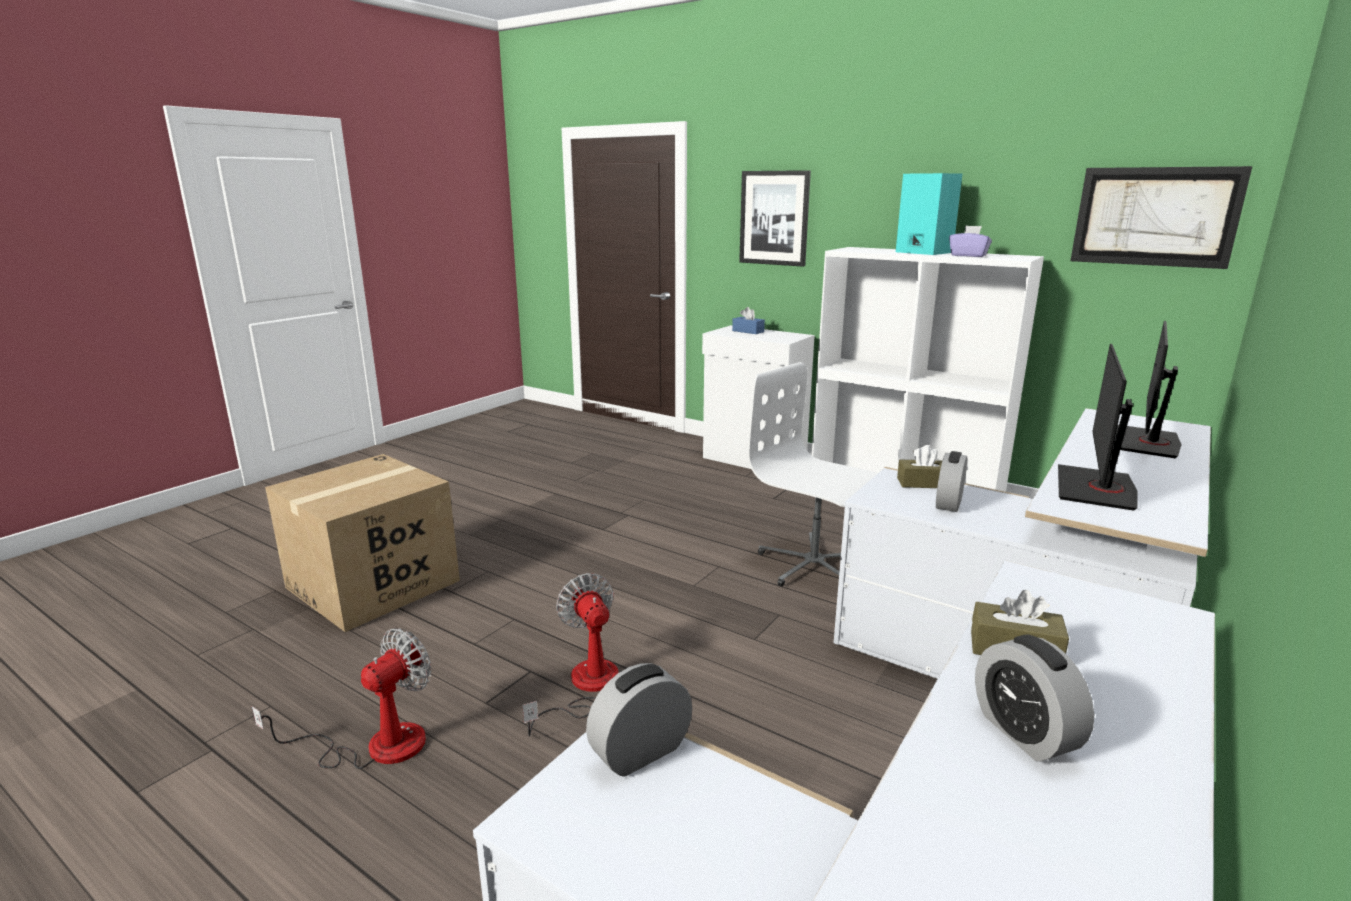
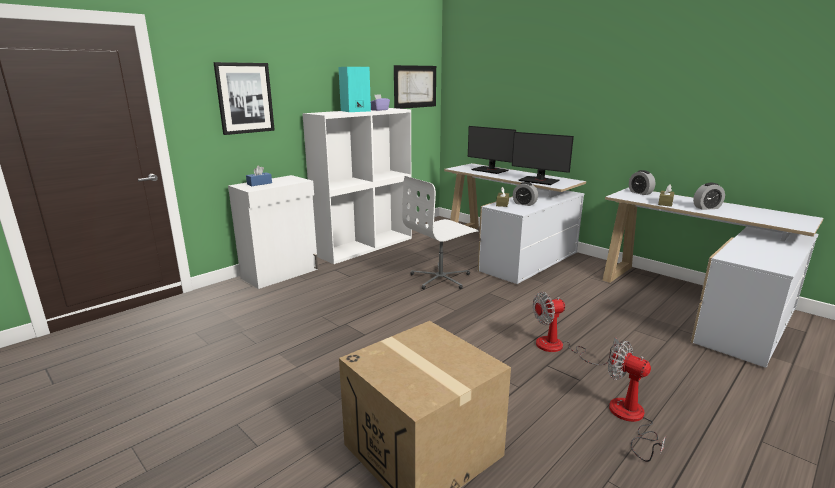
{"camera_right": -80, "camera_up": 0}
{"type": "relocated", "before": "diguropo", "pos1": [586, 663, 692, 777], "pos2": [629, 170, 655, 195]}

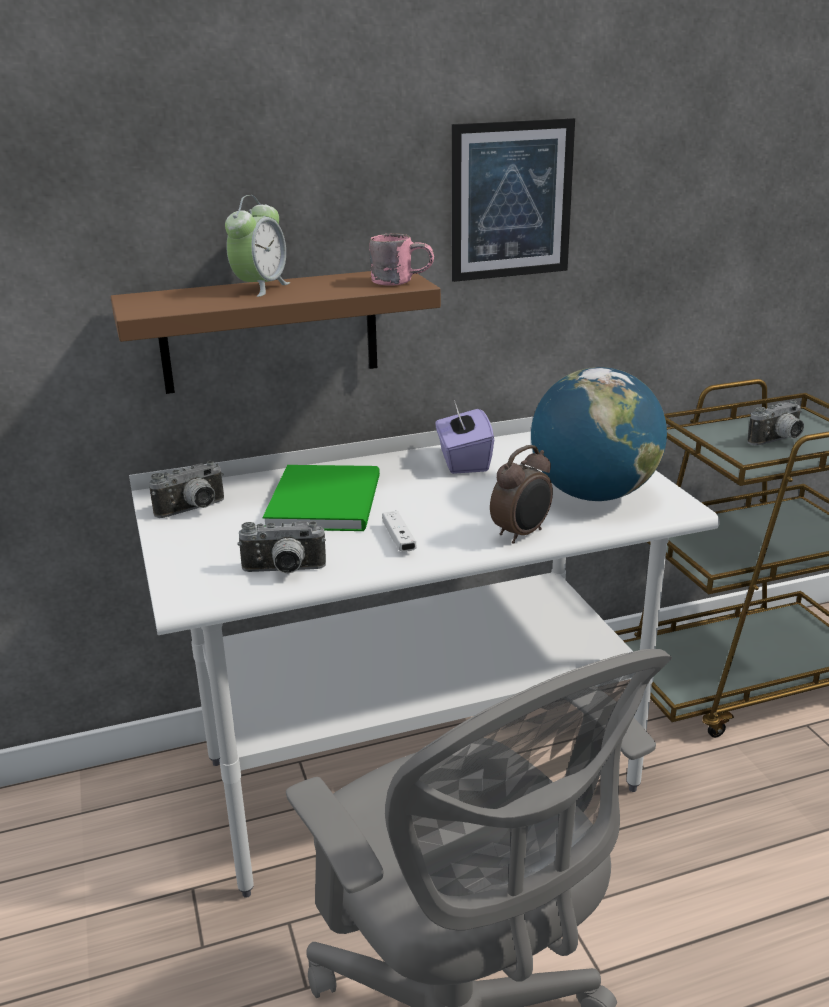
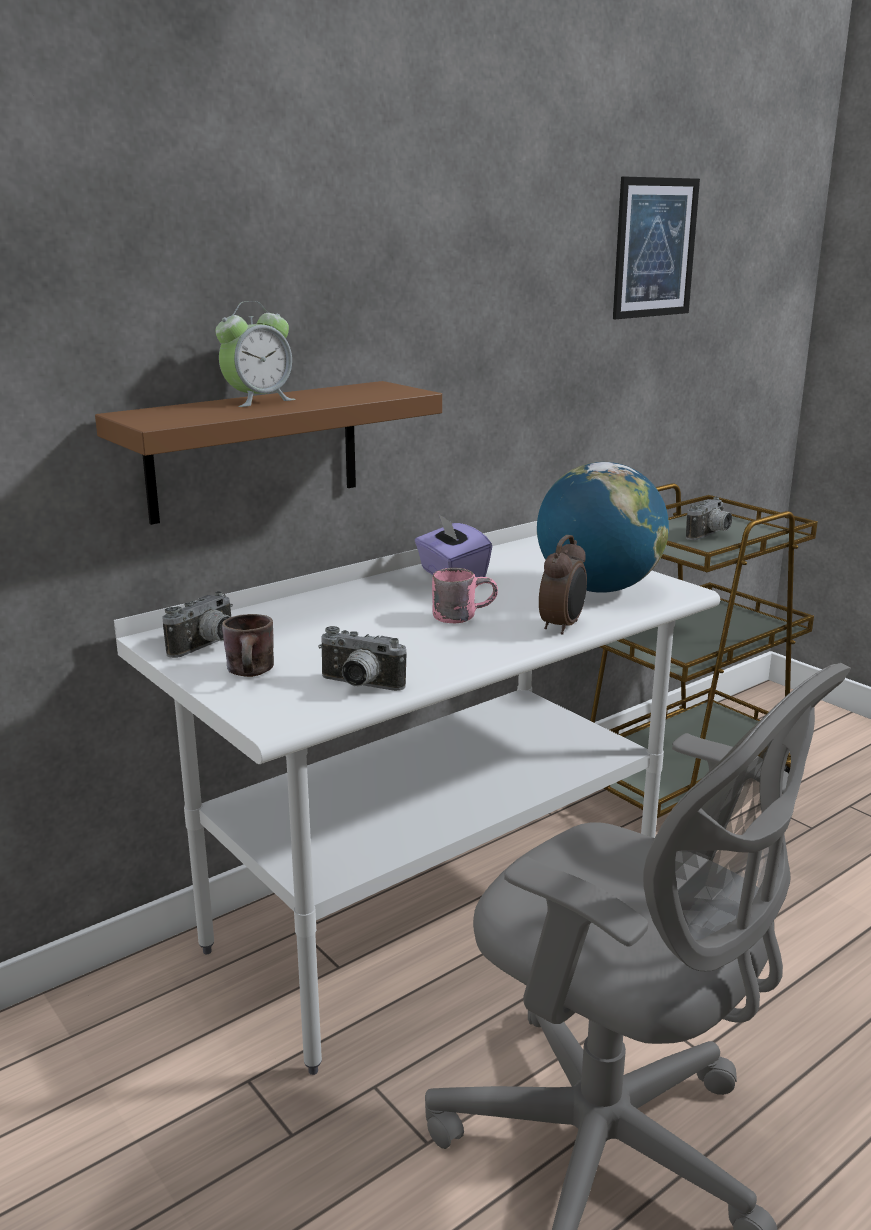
{"camera_right": -20, "camera_up": -5}
{"type": "spun", "before": "diguropo", "pos1": [225, 195, 290, 297], "pos2": [215, 301, 295, 407], "turn": 45}
{"type": "appeared", "after": "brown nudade", "pos2": [222, 614, 274, 677]}
{"type": "spun", "before": "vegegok", "pos1": [237, 521, 326, 574], "pos2": [319, 626, 407, 691], "turn": 45}
{"type": "relocated", "before": "pink nudade", "pos1": [369, 233, 434, 286], "pos2": [432, 568, 498, 624]}
{"type": "relocated", "before": "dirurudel", "pos1": [452, 118, 575, 282], "pos2": [613, 177, 700, 319]}
{"type": "missing", "before": "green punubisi", "pos1": [263, 465, 380, 531]}
{"type": "missing", "before": "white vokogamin", "pos1": [382, 511, 417, 552]}

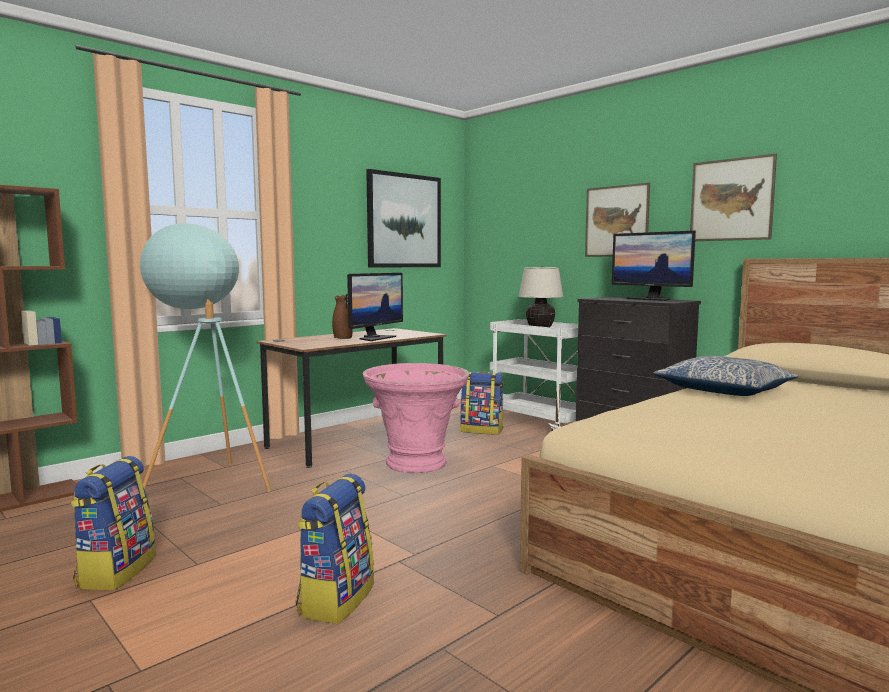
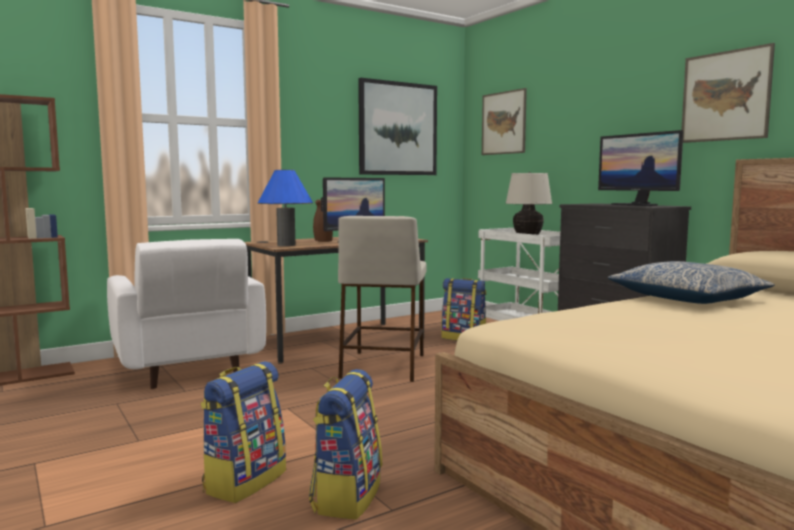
{"camera_right": 10, "camera_up": 0}
{"type": "exchanged", "before": "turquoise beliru", "after": "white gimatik", "pos1": [140, 224, 271, 492], "pos2": [107, 239, 266, 389]}
{"type": "appeared", "after": "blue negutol", "pos2": [258, 170, 313, 246]}
{"type": "relocated", "before": "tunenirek", "pos1": [71, 456, 156, 590], "pos2": [309, 369, 382, 520]}
{"type": "exchanged", "before": "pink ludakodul", "after": "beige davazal", "pos1": [363, 363, 470, 473], "pos2": [338, 216, 427, 382]}
{"type": "relocated", "before": "dirurudel", "pos1": [585, 183, 650, 257], "pos2": [482, 88, 527, 155]}

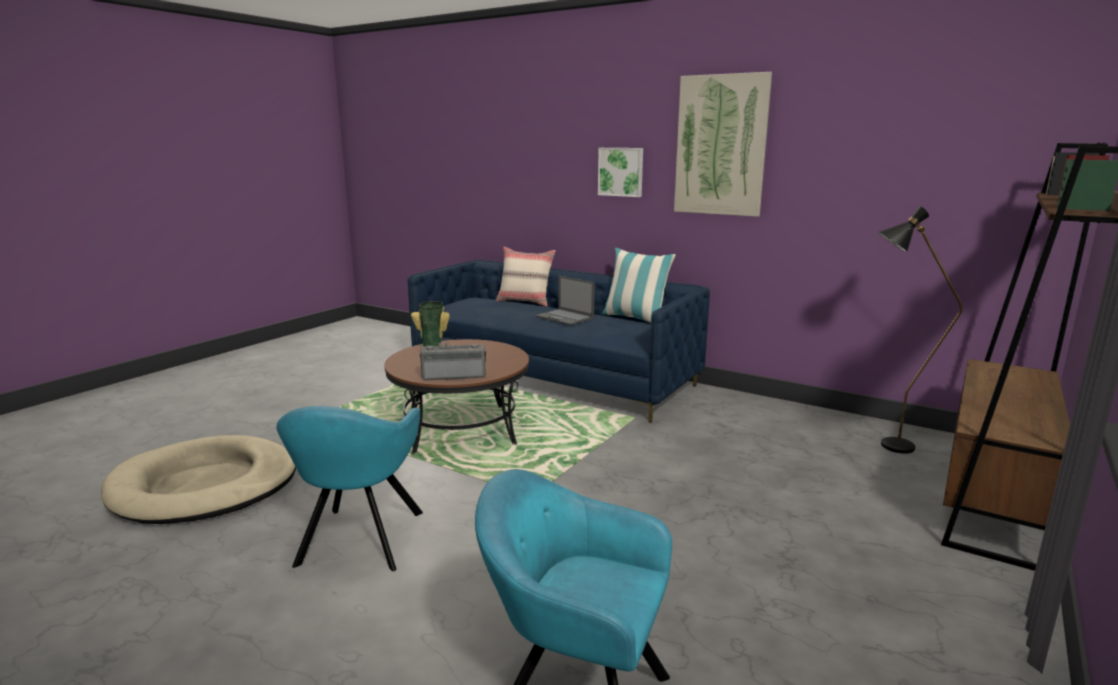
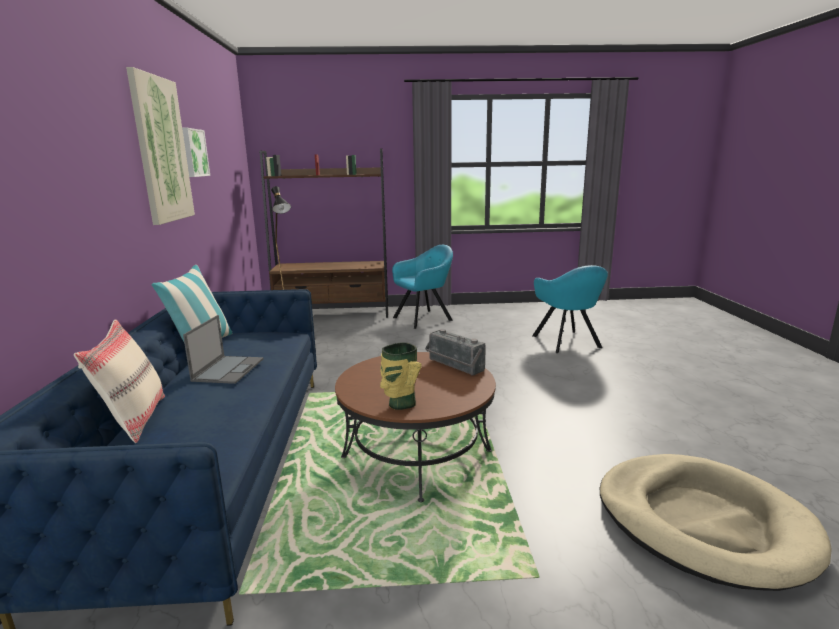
{"camera_right": -125, "camera_up": 0}
{"type": "relocated", "before": "dirurudel", "pos1": [598, 148, 643, 197], "pos2": [182, 128, 210, 177]}
{"type": "relocated", "before": "turquoise gimatik", "pos1": [276, 406, 423, 571], "pos2": [392, 245, 453, 329]}

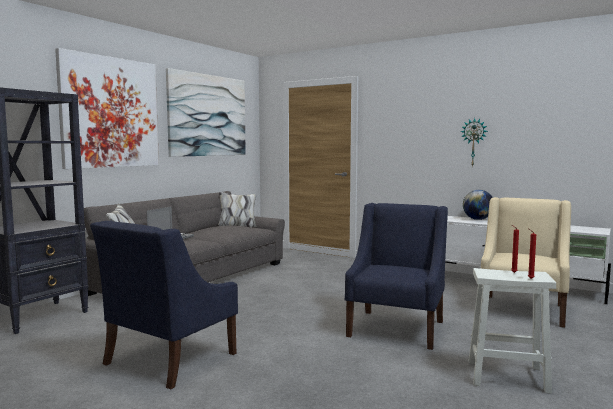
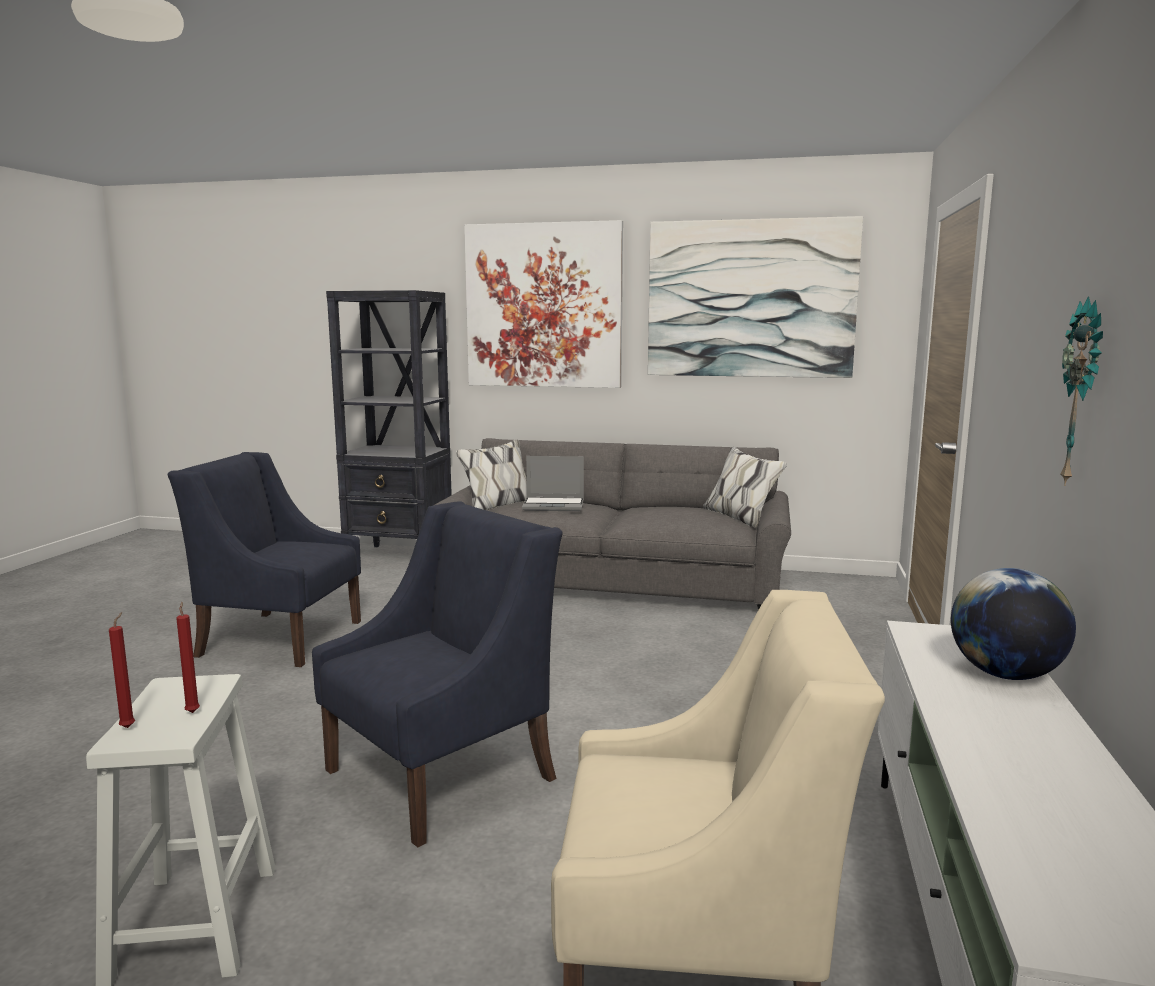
{"camera_right": 70, "camera_up": 5}
{"type": "spun", "before": "blue gimatik", "pos1": [345, 203, 448, 350], "pos2": [312, 501, 562, 848], "turn": -45}

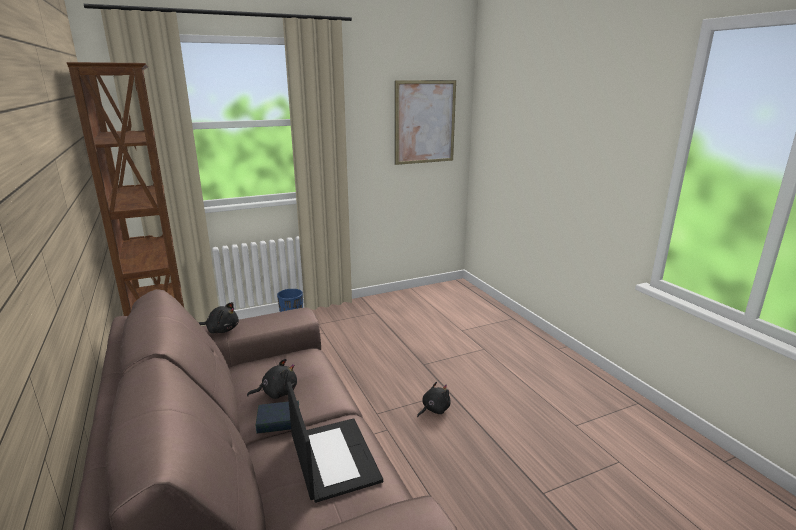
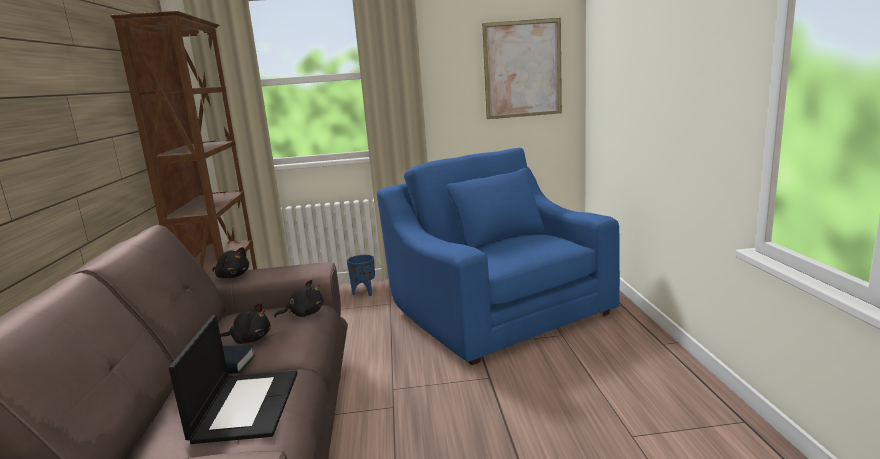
{"camera_right": 20, "camera_up": -5}
{"type": "relocated", "before": "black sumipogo", "pos1": [417, 382, 450, 417], "pos2": [274, 280, 323, 318]}
{"type": "appeared", "after": "blue gimatik", "pos2": [377, 148, 620, 365]}

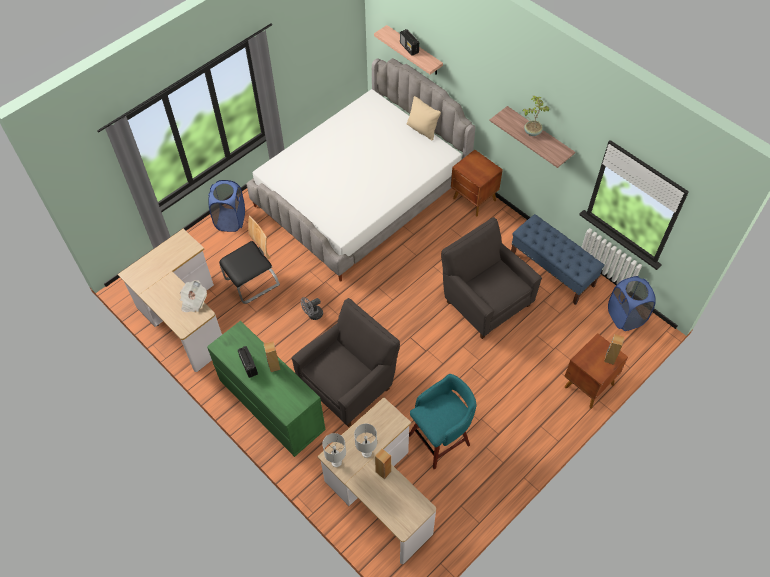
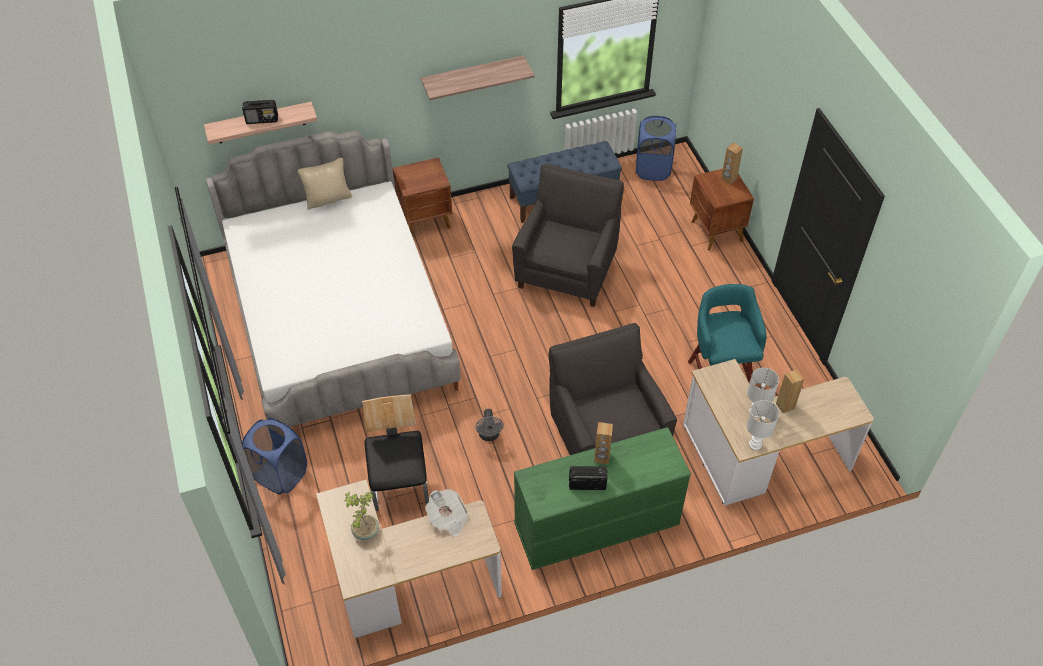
{"camera_right": -65, "camera_up": -5}
{"type": "relocated", "before": "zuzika", "pos1": [522, 96, 549, 136], "pos2": [344, 492, 379, 540]}
{"type": "spun", "before": "grey gimatik", "pos1": [441, 217, 542, 339], "pos2": [512, 163, 624, 307], "turn": 120}

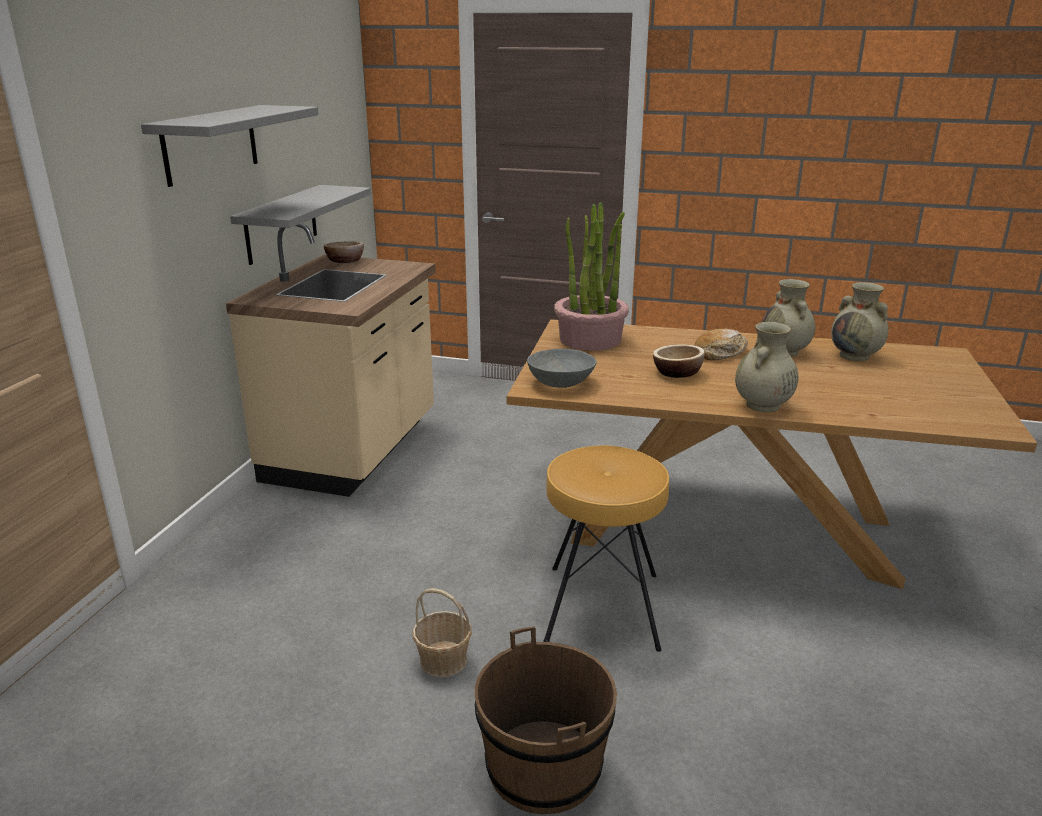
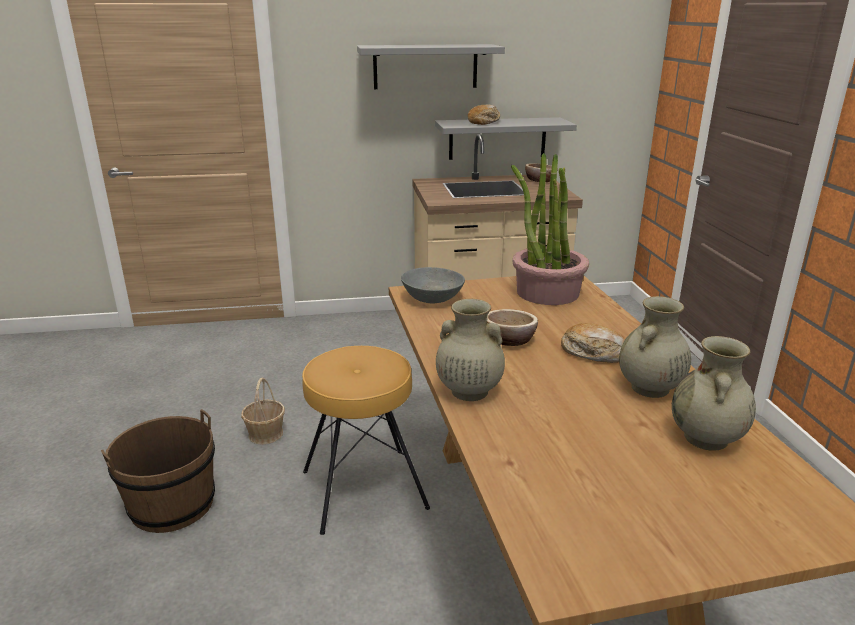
{"camera_right": 65, "camera_up": 0}
{"type": "appeared", "after": "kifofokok", "pos2": [468, 105, 500, 125]}

